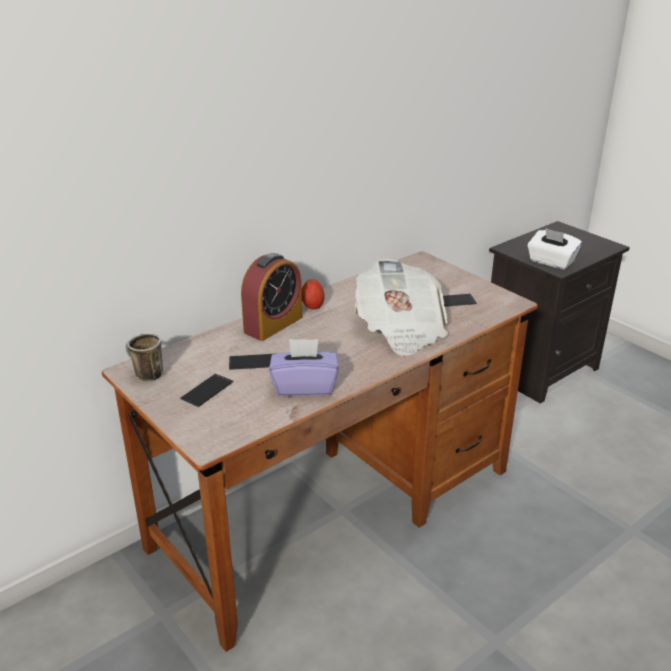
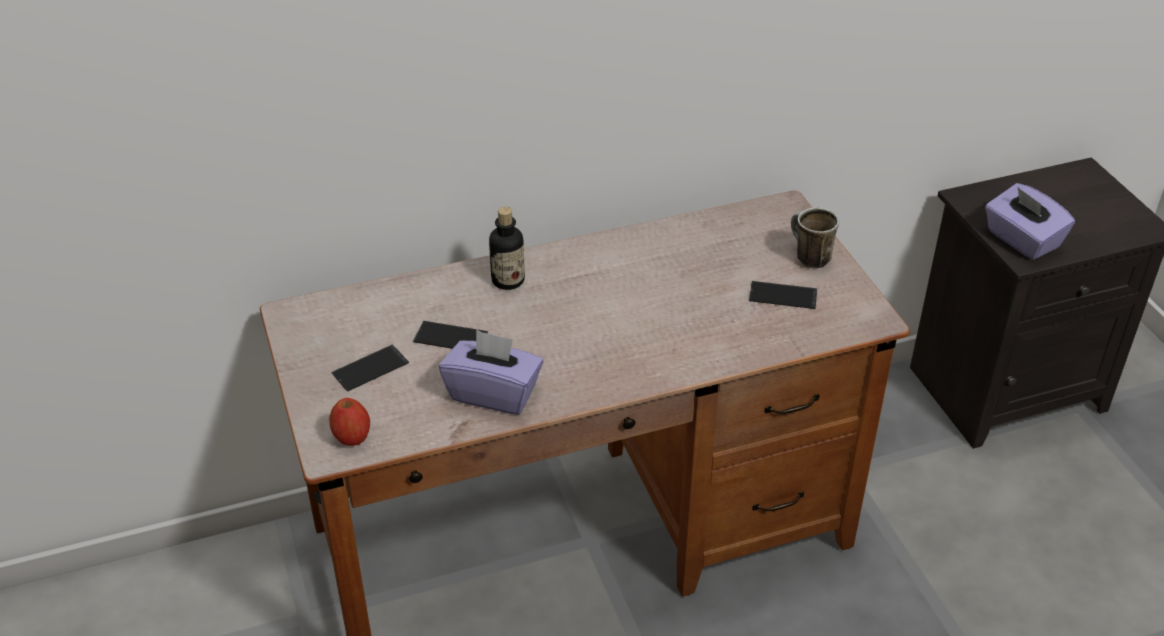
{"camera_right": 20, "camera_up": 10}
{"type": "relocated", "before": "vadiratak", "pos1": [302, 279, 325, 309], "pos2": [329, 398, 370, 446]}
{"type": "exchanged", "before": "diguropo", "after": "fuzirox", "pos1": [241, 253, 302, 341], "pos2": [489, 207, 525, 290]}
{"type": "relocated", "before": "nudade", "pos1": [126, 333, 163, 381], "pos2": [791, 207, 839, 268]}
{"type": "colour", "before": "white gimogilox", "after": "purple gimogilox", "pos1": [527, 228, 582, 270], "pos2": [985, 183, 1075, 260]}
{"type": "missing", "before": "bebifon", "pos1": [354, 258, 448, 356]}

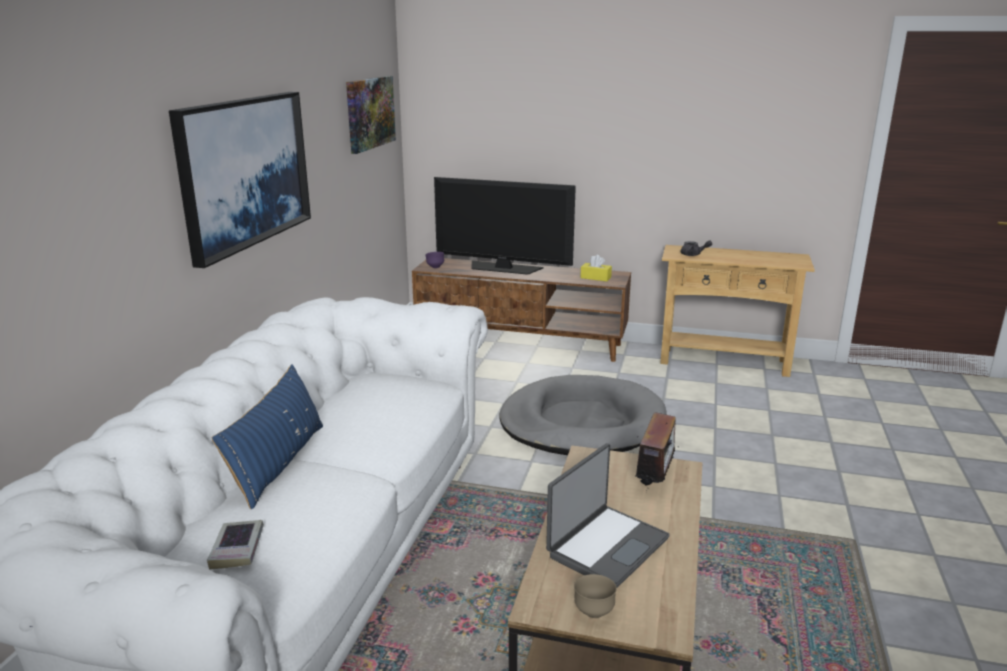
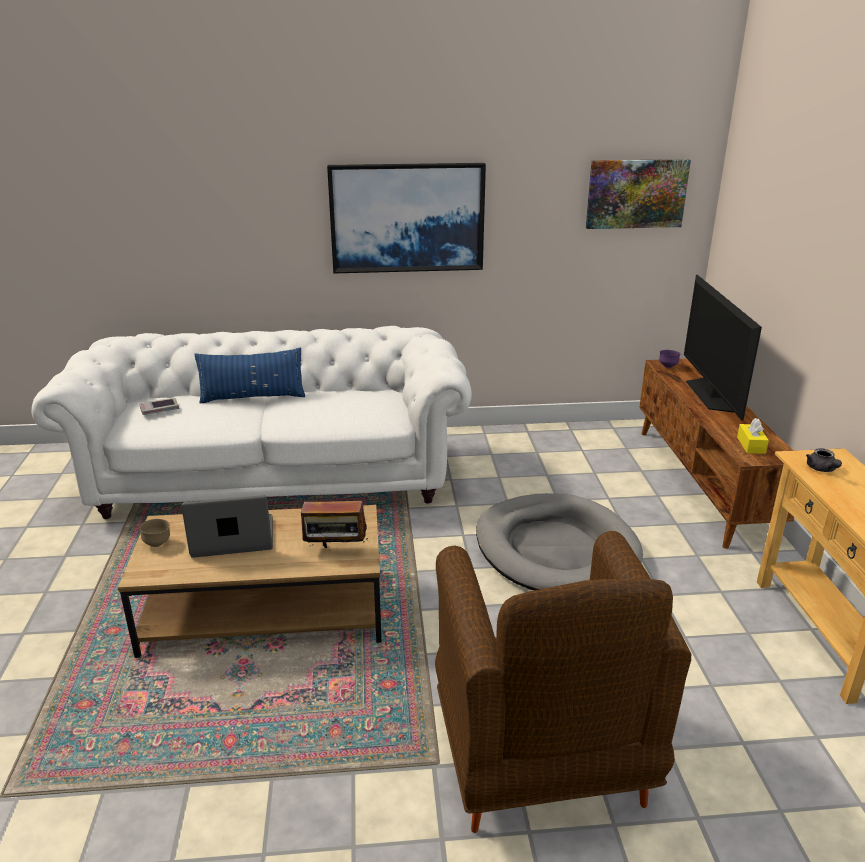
{"camera_right": 70, "camera_up": 5}
{"type": "spun", "before": "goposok", "pos1": [546, 443, 670, 588], "pos2": [181, 495, 273, 558], "turn": 150}
{"type": "appeared", "after": "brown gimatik", "pos2": [435, 531, 691, 833]}

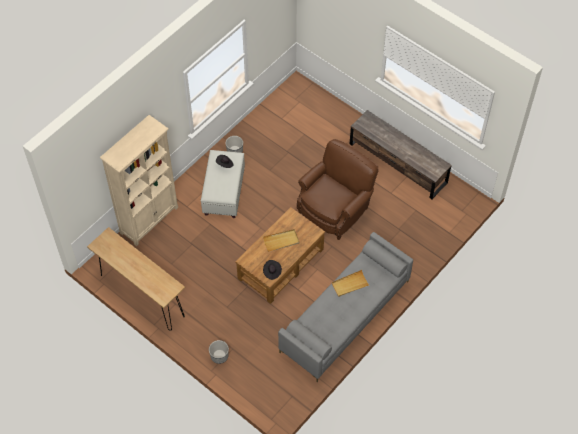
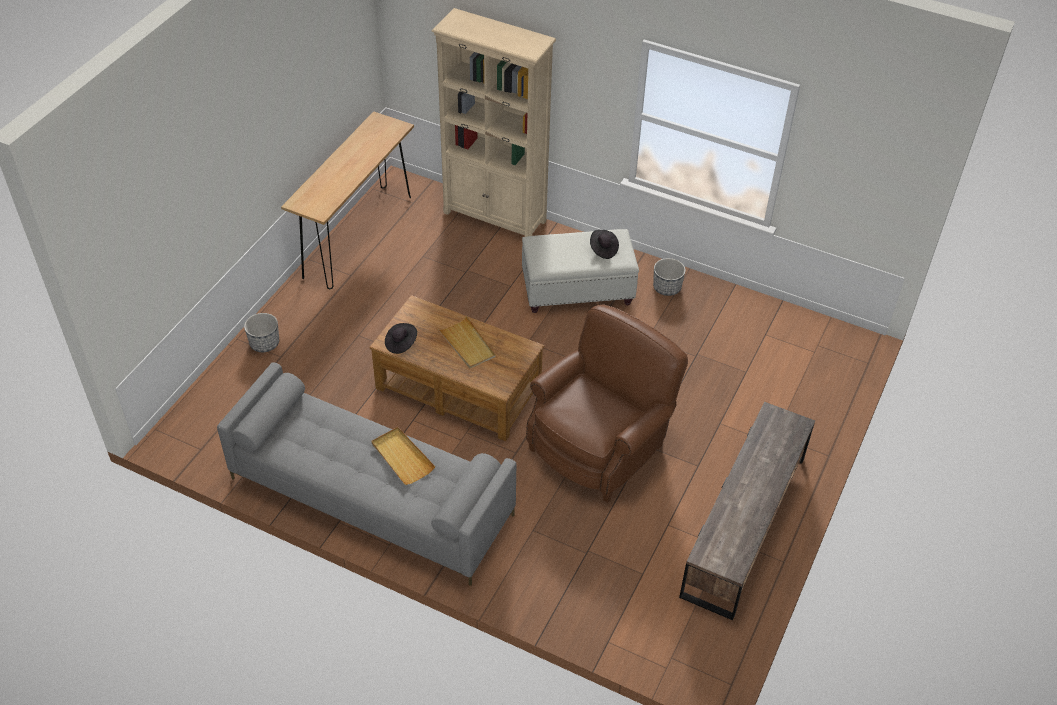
{"camera_right": 75, "camera_up": -10}
{"type": "spun", "before": "brown gimatik", "pos1": [297, 139, 379, 240], "pos2": [526, 305, 688, 503], "turn": -75}

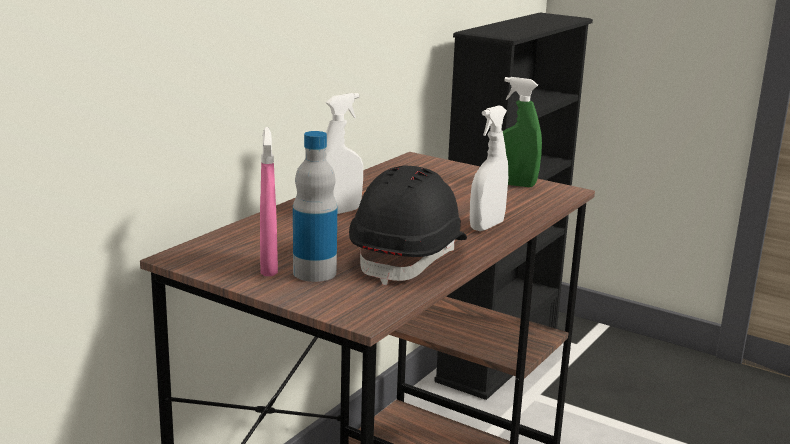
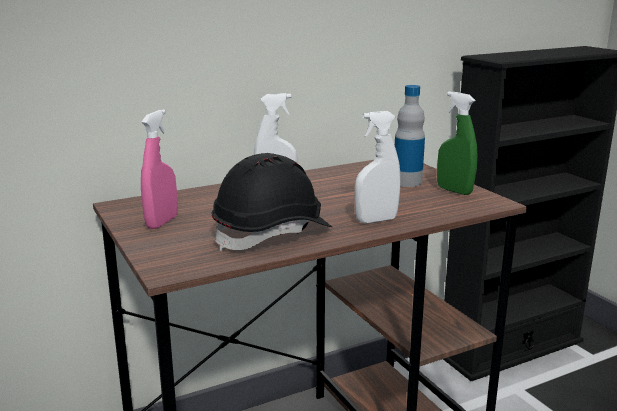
{"camera_right": 30, "camera_up": 0}
{"type": "relocated", "before": "fuzirox", "pos1": [293, 131, 337, 282], "pos2": [395, 85, 425, 187]}

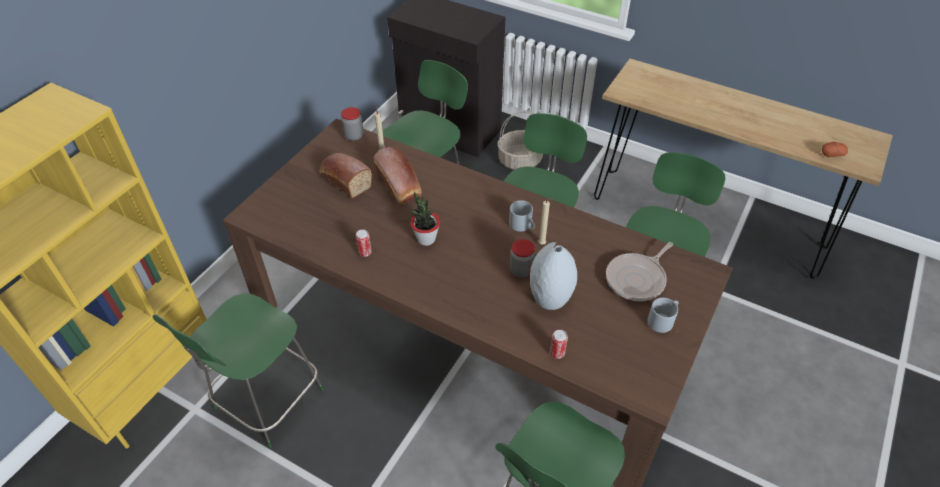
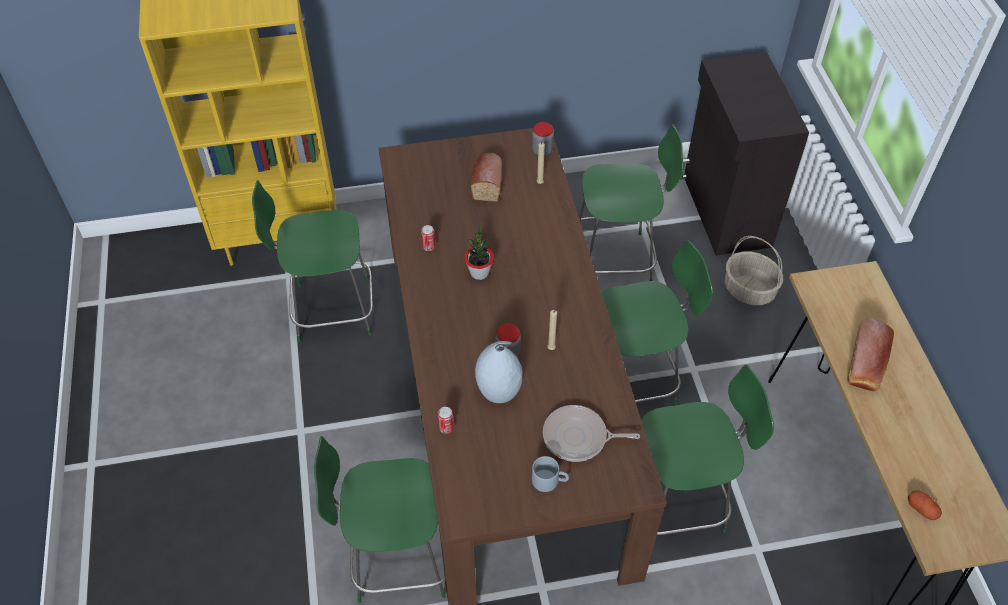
{"camera_right": 50, "camera_up": 5}
{"type": "relocated", "before": "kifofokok", "pos1": [374, 147, 422, 204], "pos2": [848, 319, 894, 391]}
{"type": "missing", "before": "grey nudade", "pos1": [509, 200, 534, 232]}

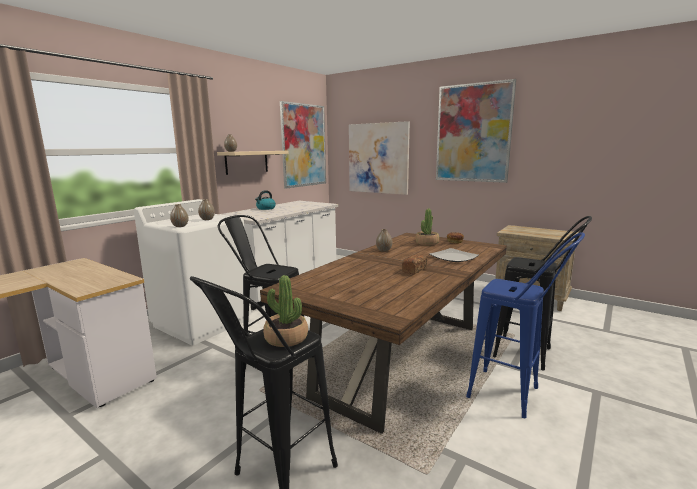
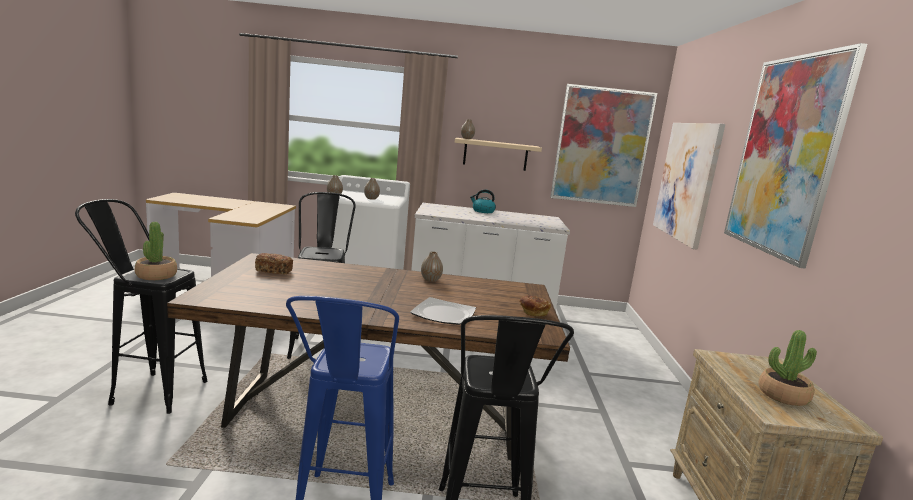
{"camera_right": 55, "camera_up": 0}
{"type": "relocated", "before": "kifofokok", "pos1": [402, 255, 427, 274], "pos2": [255, 253, 293, 275]}
{"type": "relocated", "before": "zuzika", "pos1": [415, 209, 439, 245], "pos2": [758, 330, 817, 406]}

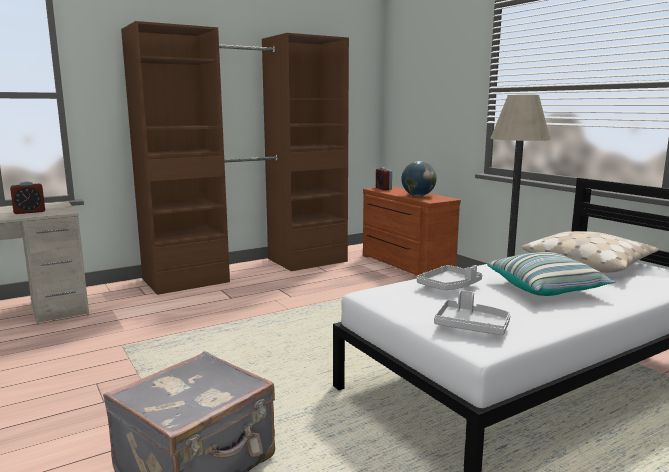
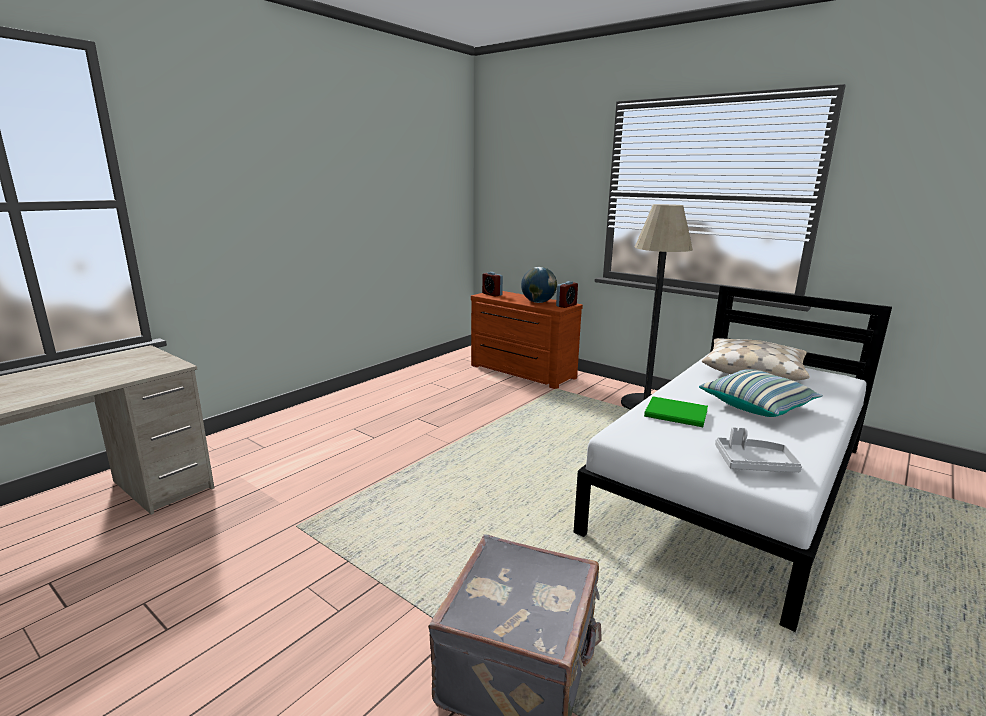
{"camera_right": -20, "camera_up": 5}
{"type": "relocated", "before": "diguropo", "pos1": [10, 182, 45, 214], "pos2": [556, 281, 578, 308]}
{"type": "exchanged", "before": "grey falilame", "after": "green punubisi", "pos1": [417, 265, 482, 290], "pos2": [644, 396, 708, 427]}
{"type": "missing", "before": "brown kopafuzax", "pos1": [121, 21, 349, 295]}

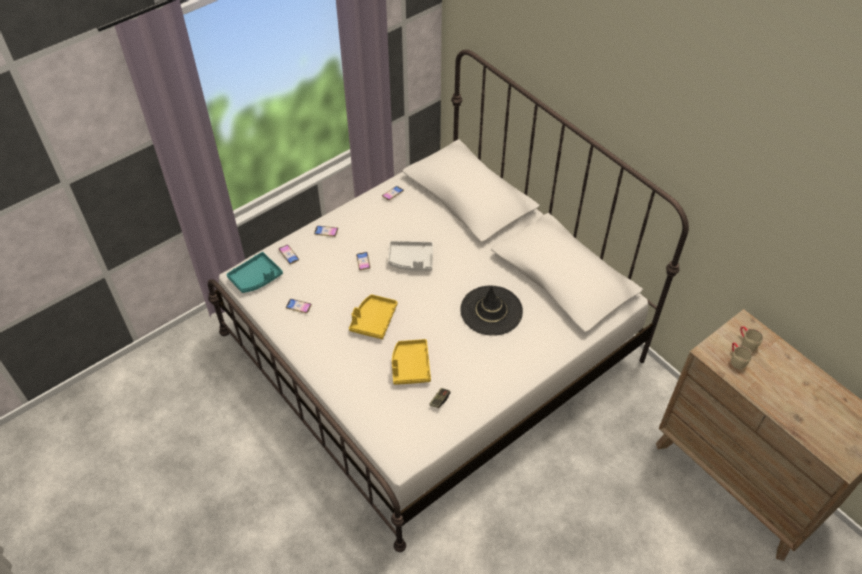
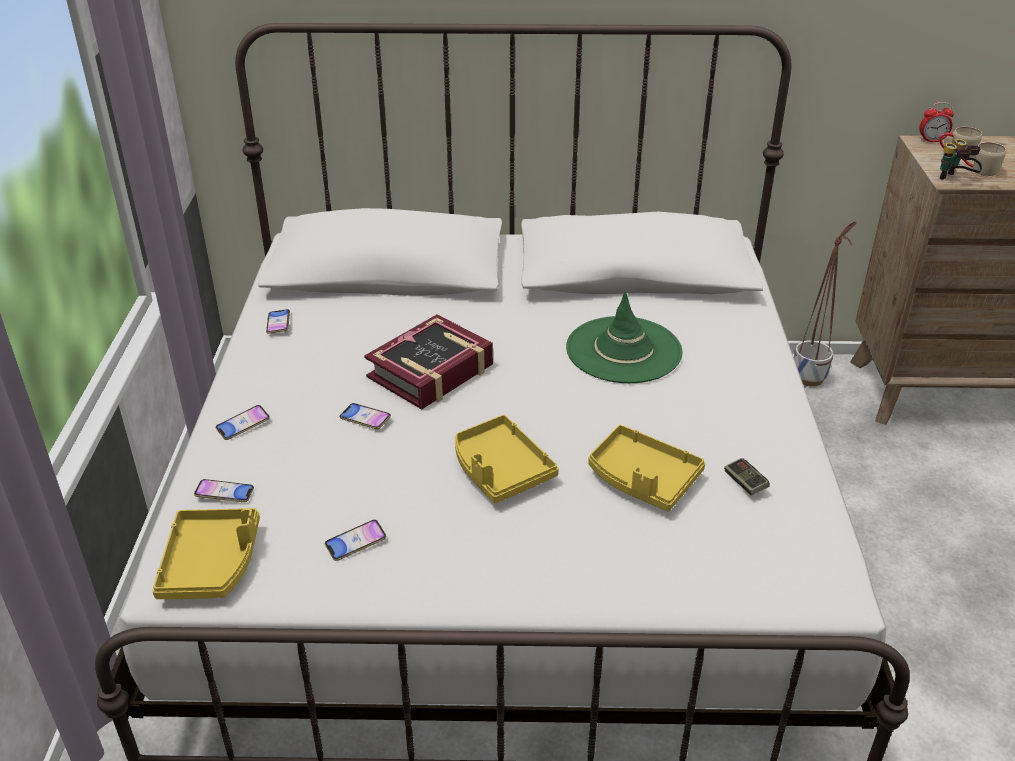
{"camera_right": -50, "camera_up": -15}
{"type": "colour", "before": "turquoise falilame", "after": "yellow falilame", "pos1": [227, 252, 283, 293], "pos2": [152, 508, 260, 599]}
{"type": "exchanged", "before": "grey falilame", "after": "punubisi", "pos1": [388, 241, 433, 271], "pos2": [364, 315, 493, 410]}
{"type": "colour", "before": "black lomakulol", "after": "green lomakulol", "pos1": [460, 286, 523, 336], "pos2": [566, 291, 682, 383]}
{"type": "appeared", "after": "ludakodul", "pos2": [794, 221, 857, 386]}
{"type": "appeared", "after": "diguropo", "pos2": [919, 102, 954, 142]}
{"type": "appeared", "after": "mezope", "pos2": [940, 139, 982, 180]}

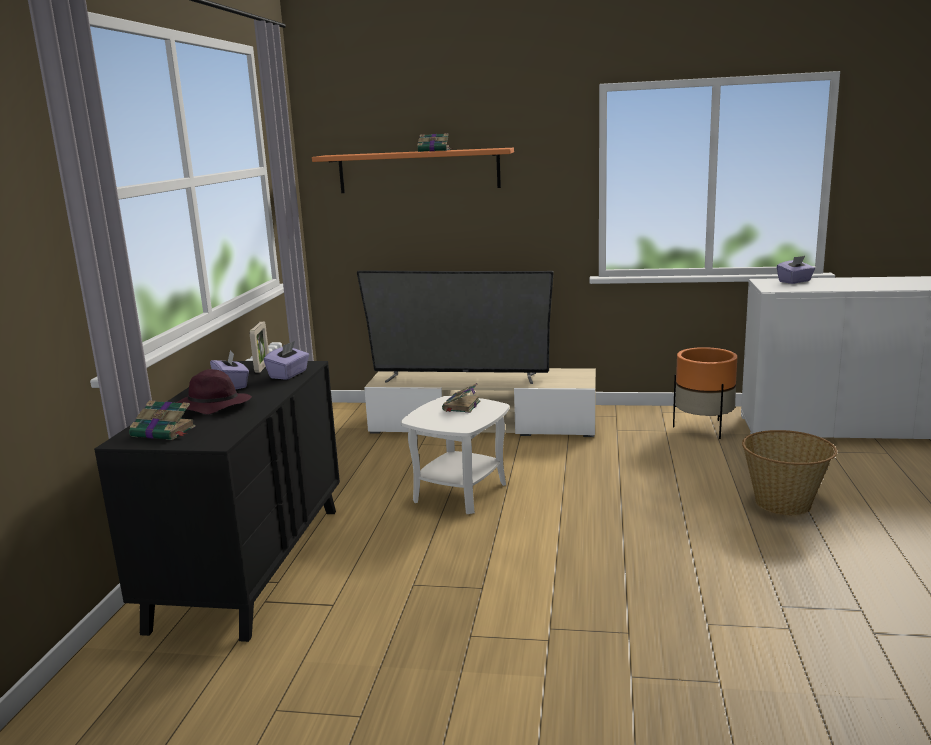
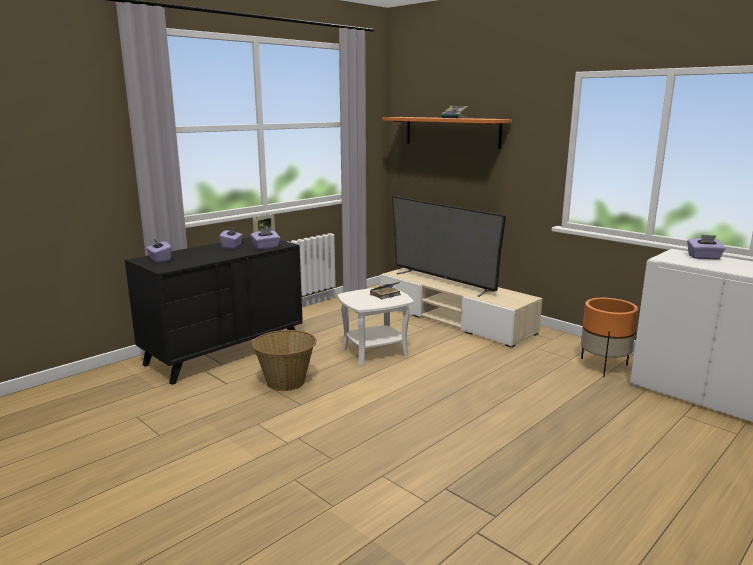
{"camera_right": 35, "camera_up": 0}
{"type": "exchanged", "before": "punubisi", "after": "purple gimogilox", "pos1": [129, 400, 196, 440], "pos2": [146, 238, 172, 263]}
{"type": "relocated", "before": "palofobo", "pos1": [742, 430, 837, 515], "pos2": [252, 330, 316, 391]}
{"type": "missing", "before": "purple lomakulol", "pos1": [176, 369, 252, 414]}

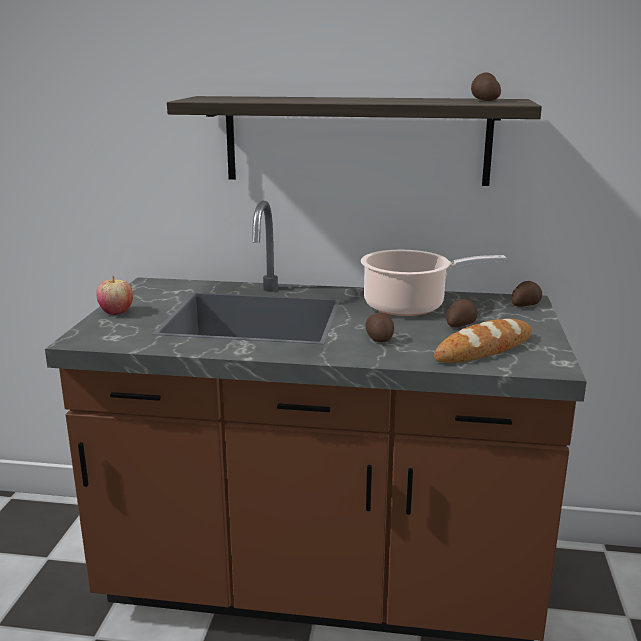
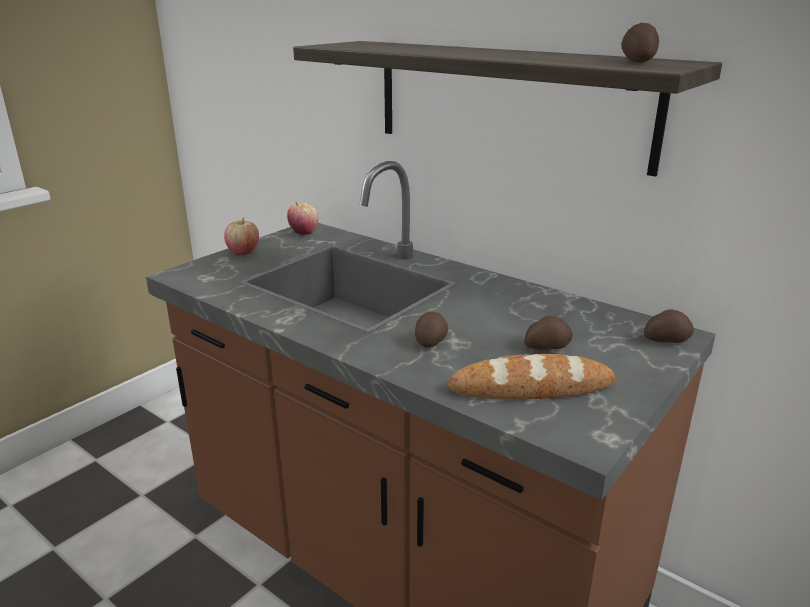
{"camera_right": 30, "camera_up": 5}
{"type": "appeared", "after": "vadiratak", "pos2": [287, 201, 318, 235]}
{"type": "missing", "before": "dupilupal", "pos1": [361, 250, 506, 316]}

